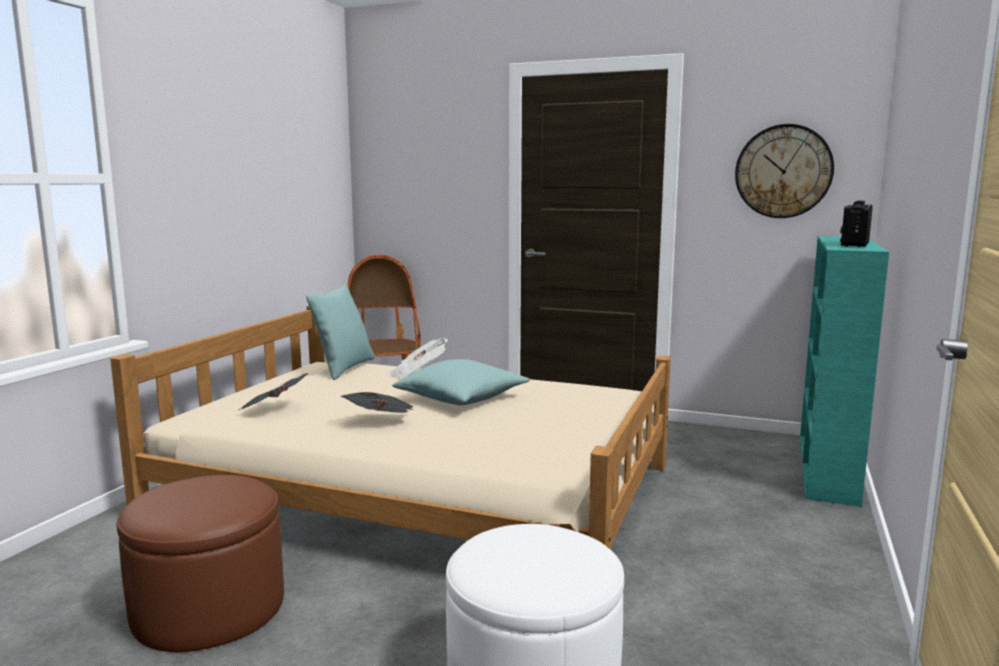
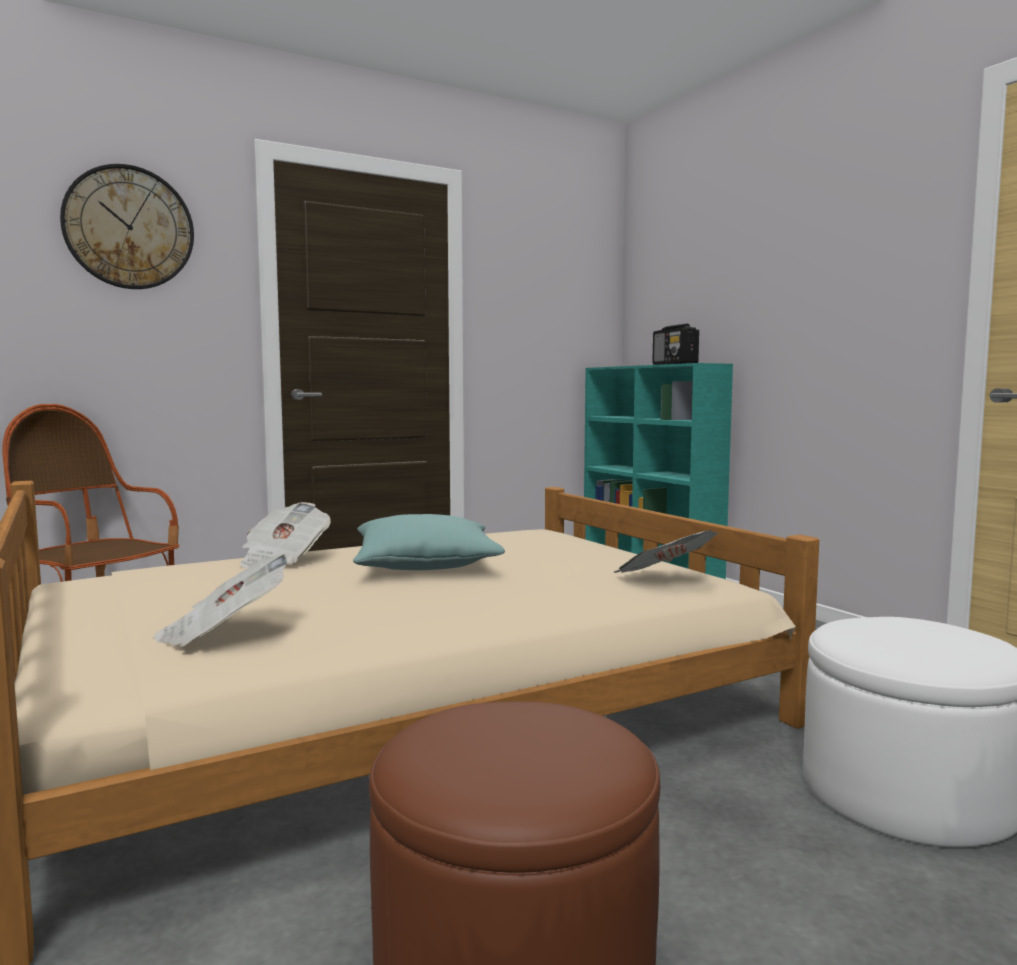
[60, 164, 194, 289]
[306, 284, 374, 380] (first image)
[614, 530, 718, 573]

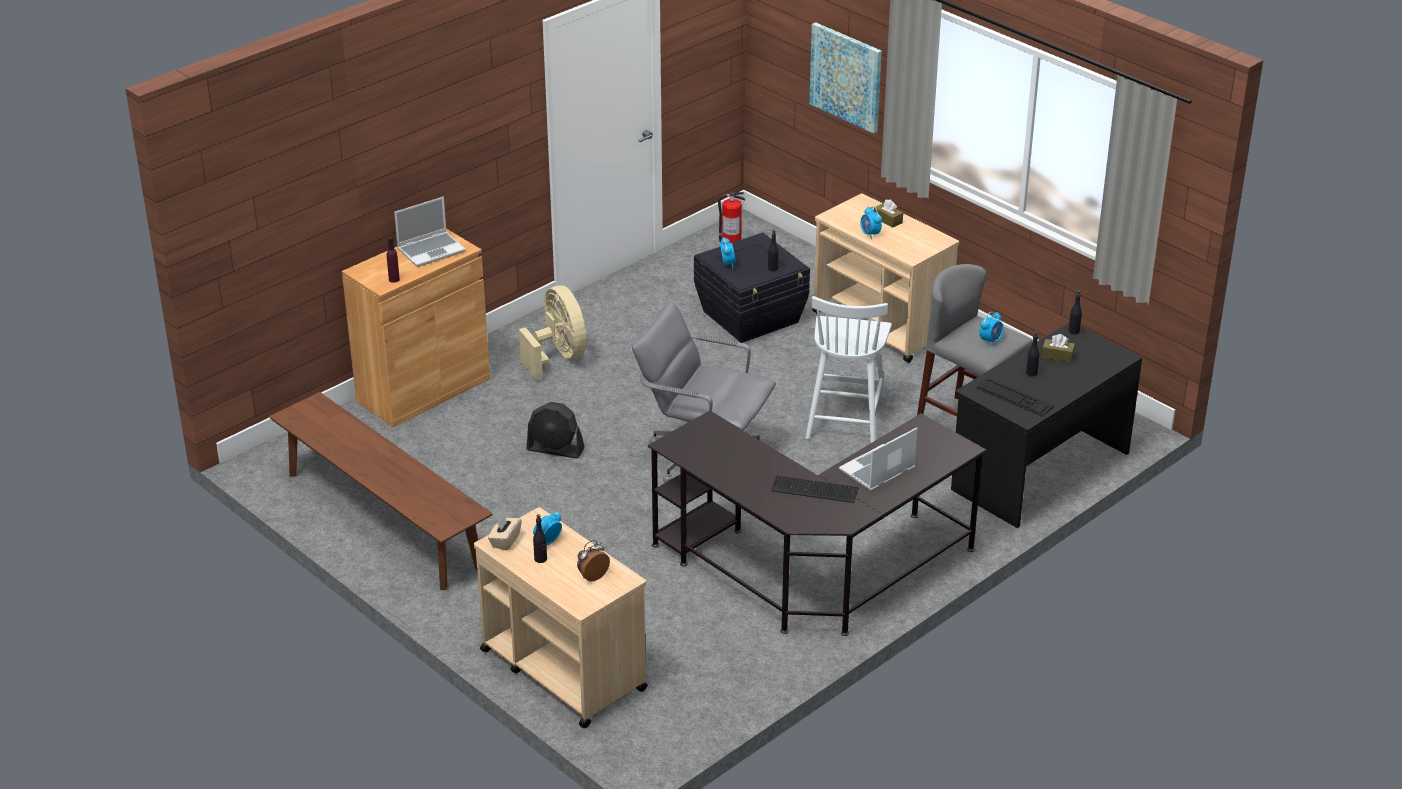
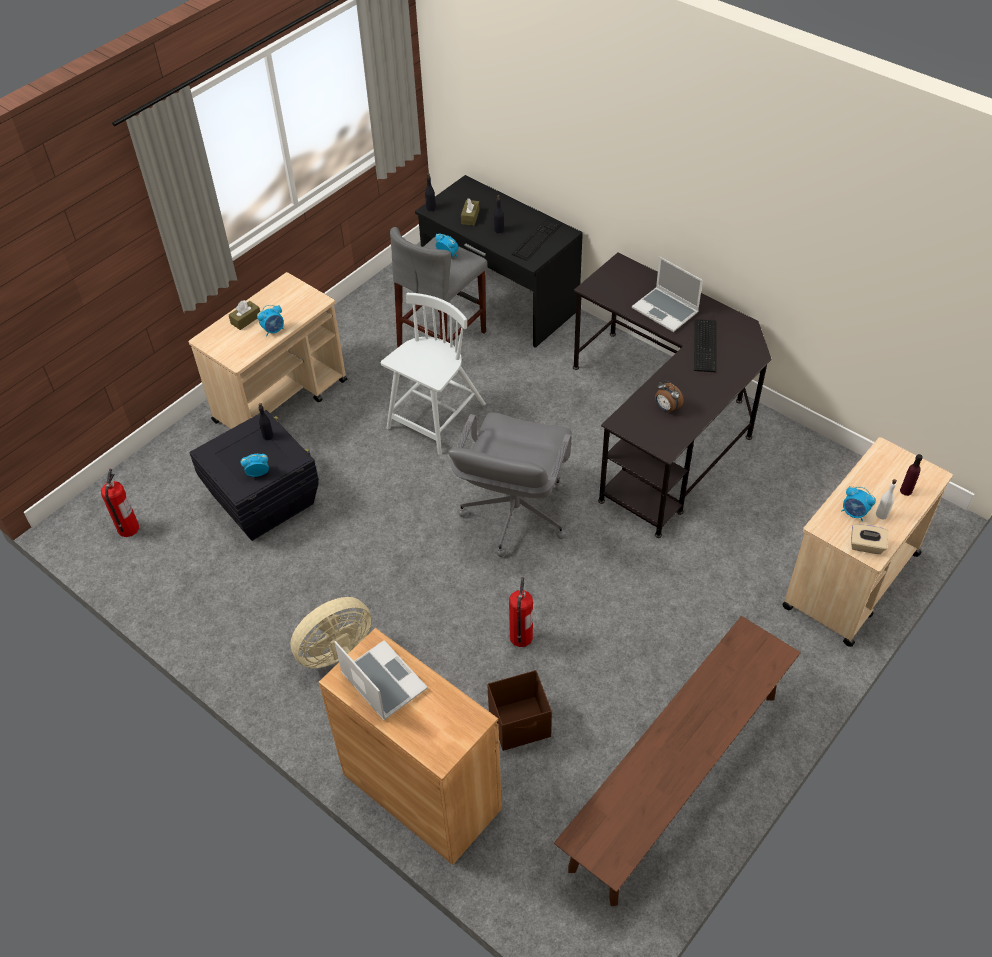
[809, 22, 882, 134] (first image)
[900, 454, 923, 496]
[381, 293, 486, 455]
[509, 577, 533, 647]
[876, 479, 897, 519]
[655, 381, 684, 412]
[487, 670, 552, 751]

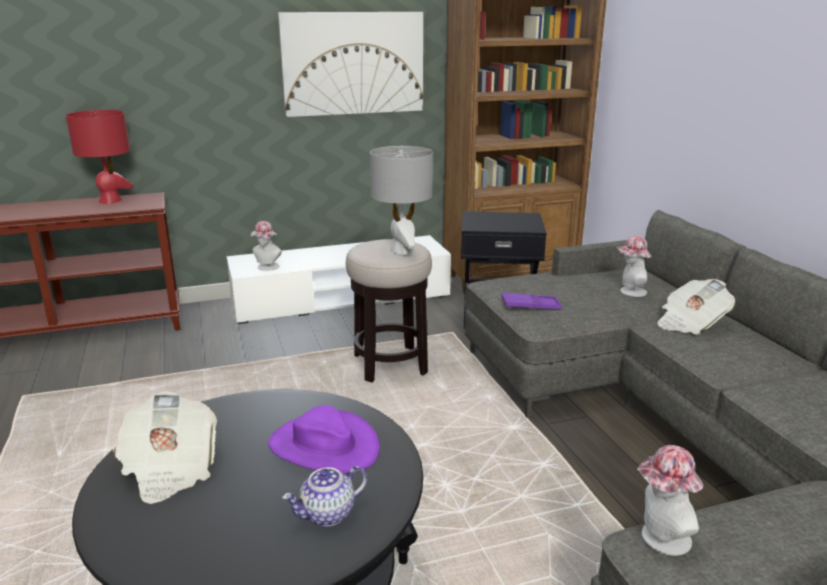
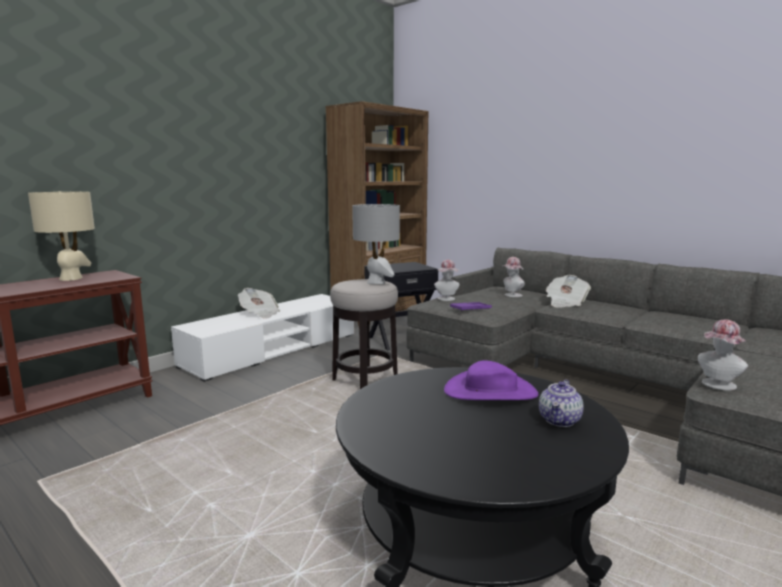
[278, 12, 423, 117] (first image)
[28, 191, 95, 281]
[434, 260, 460, 301]
[238, 288, 280, 319]

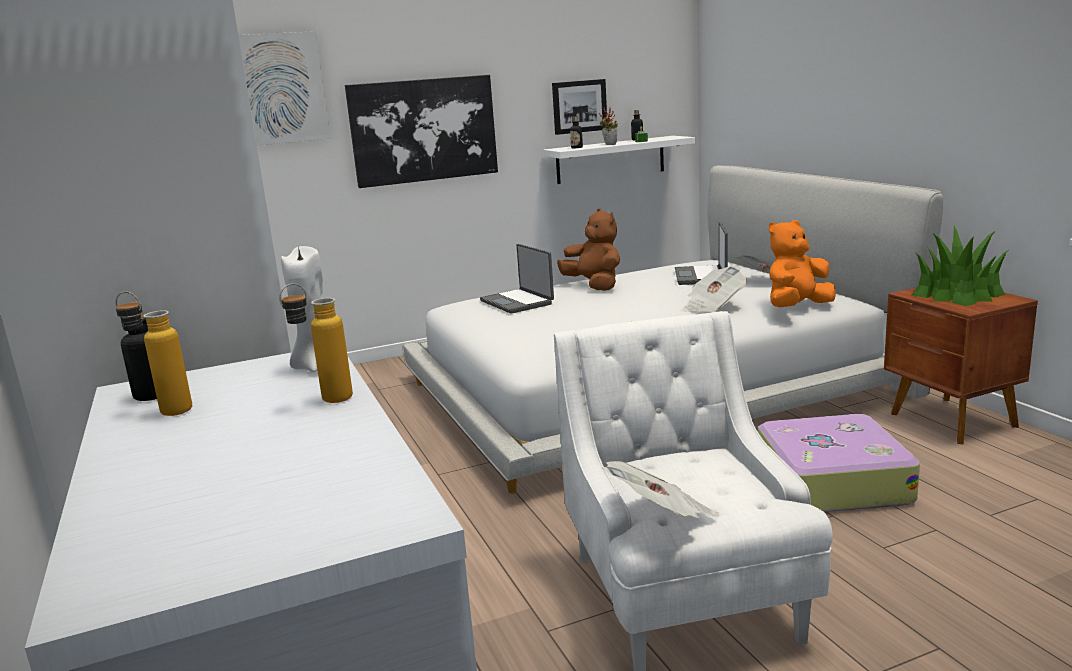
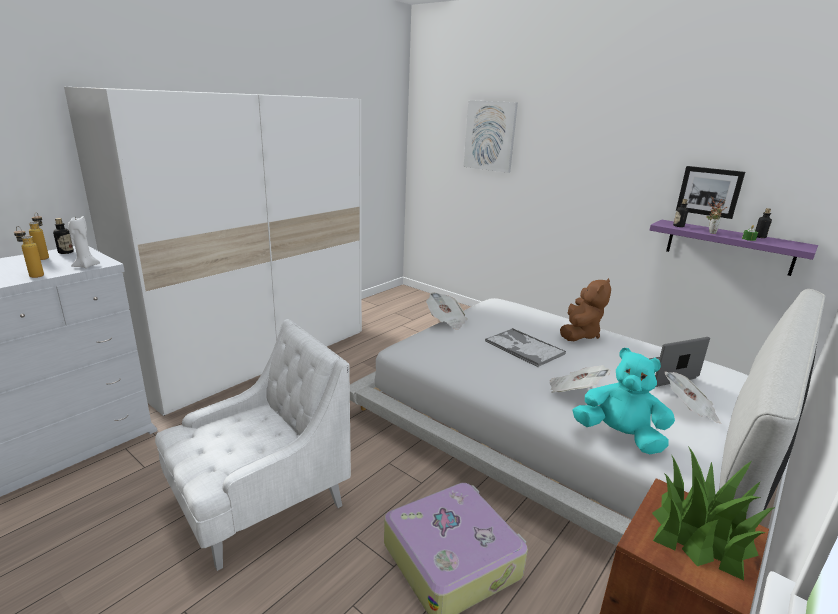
[345, 75, 498, 188] (first image)
[650, 219, 818, 276]
[572, 348, 675, 454]
[480, 244, 554, 314] (first image)
[426, 292, 468, 330]
[485, 328, 566, 367]

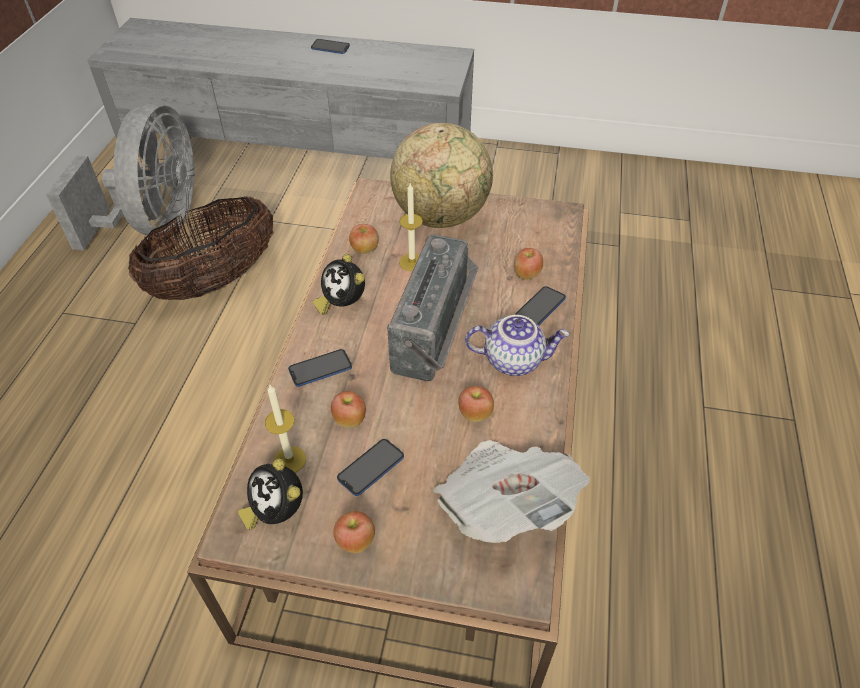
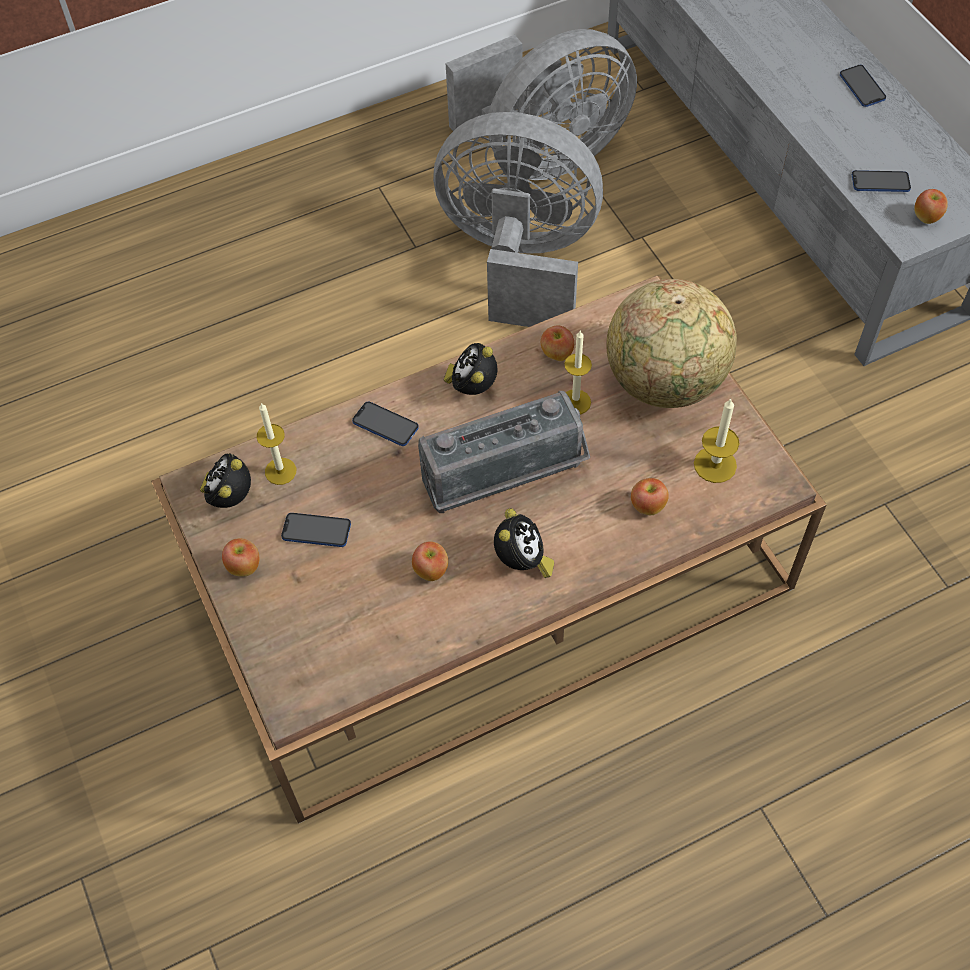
[433, 112, 603, 327]
[852, 170, 911, 192]
[494, 508, 554, 578]
[914, 189, 948, 224]
[433, 440, 590, 543] (first image)
[694, 398, 739, 483]

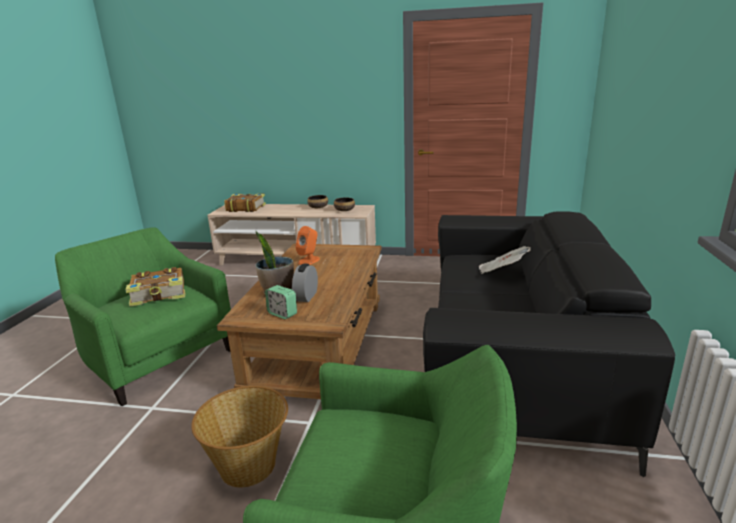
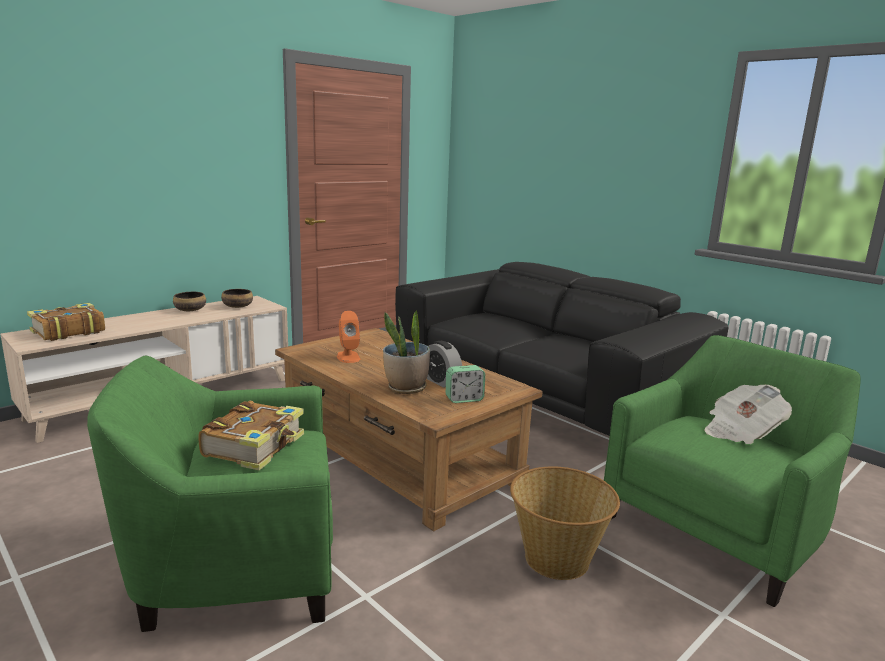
[704, 385, 792, 444]

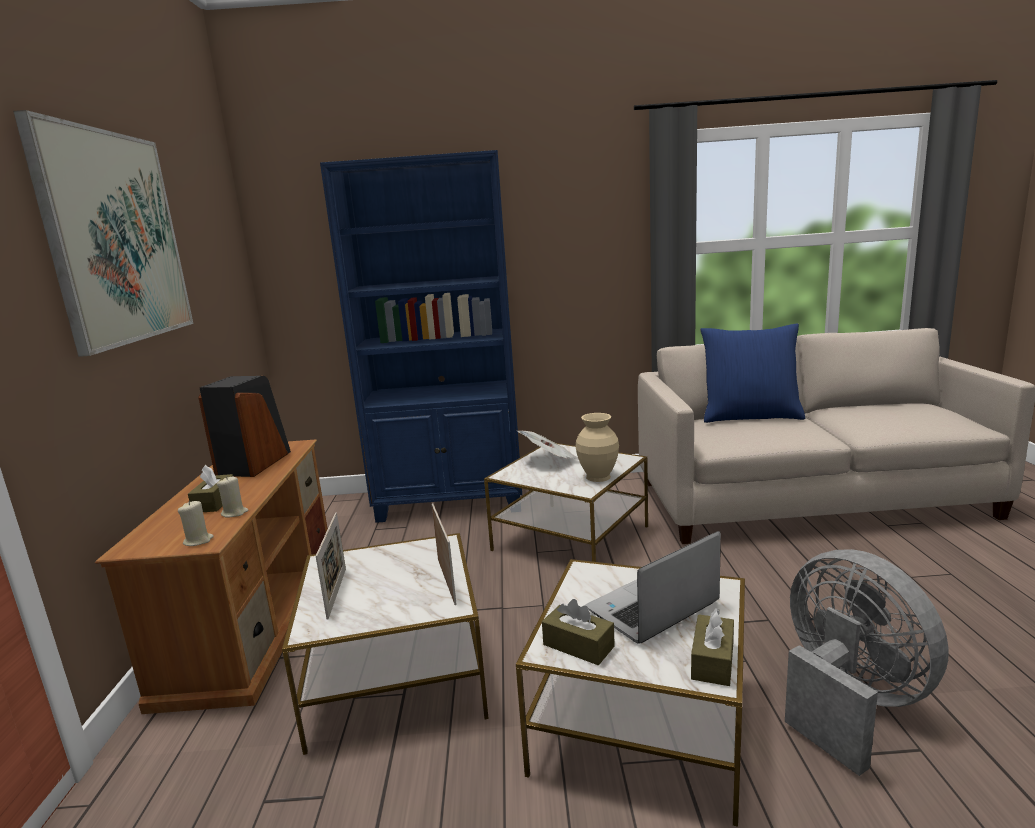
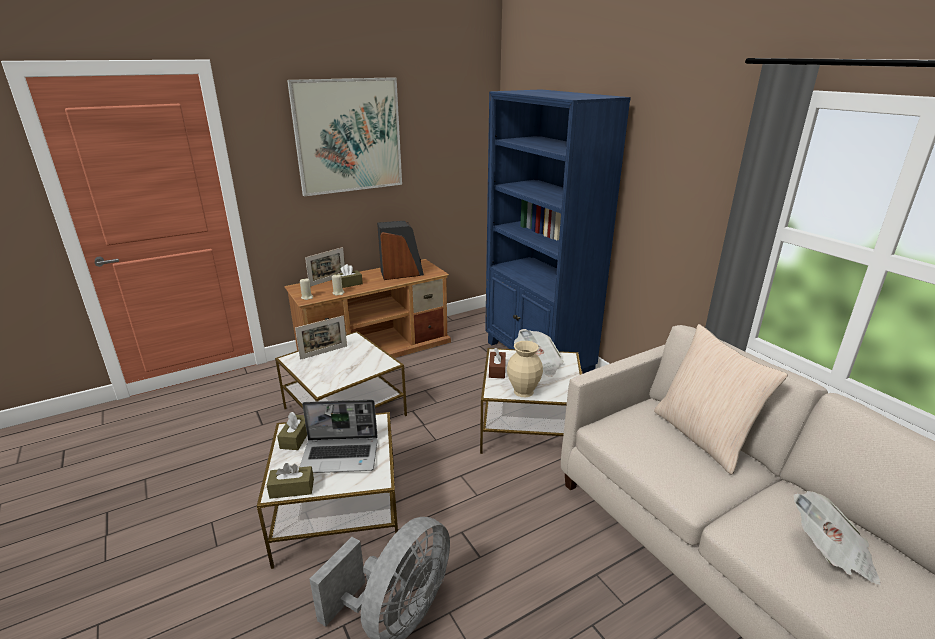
[654, 324, 788, 475]
[305, 247, 345, 287]
[300, 400, 378, 473]
[489, 348, 506, 378]
[793, 491, 881, 585]

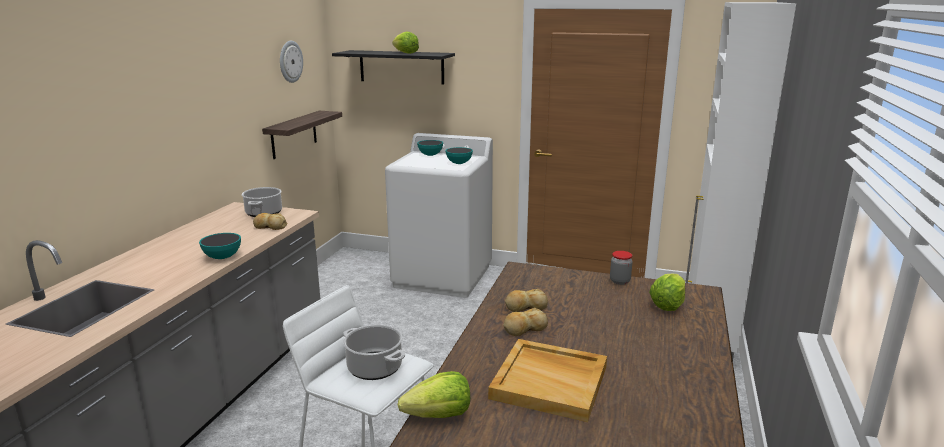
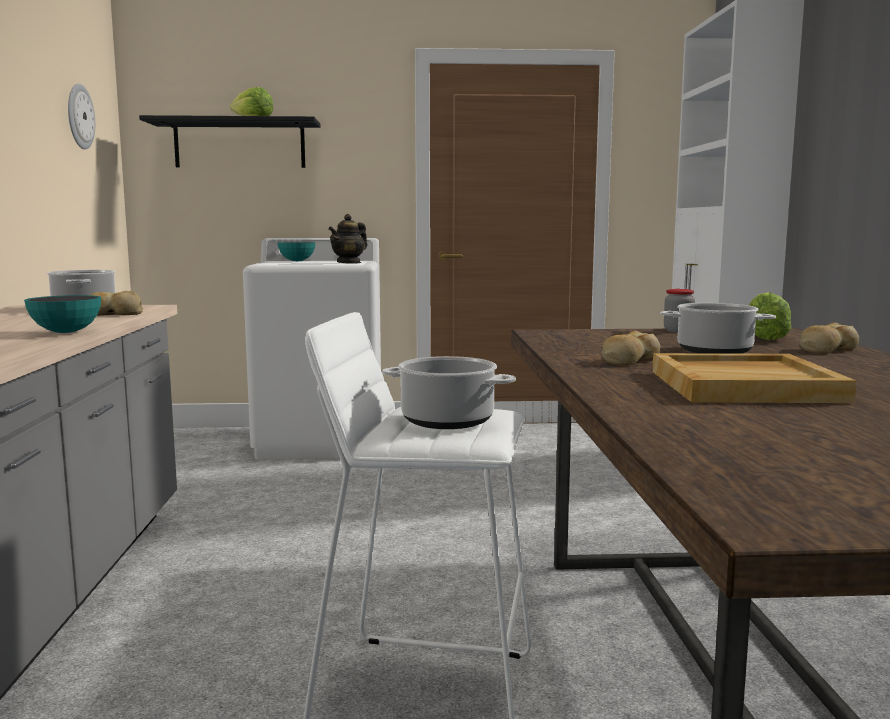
[262, 111, 342, 159] (first image)
[329, 214, 367, 264]
[799, 323, 859, 353]
[398, 371, 470, 418] (first image)
[660, 303, 776, 354]

